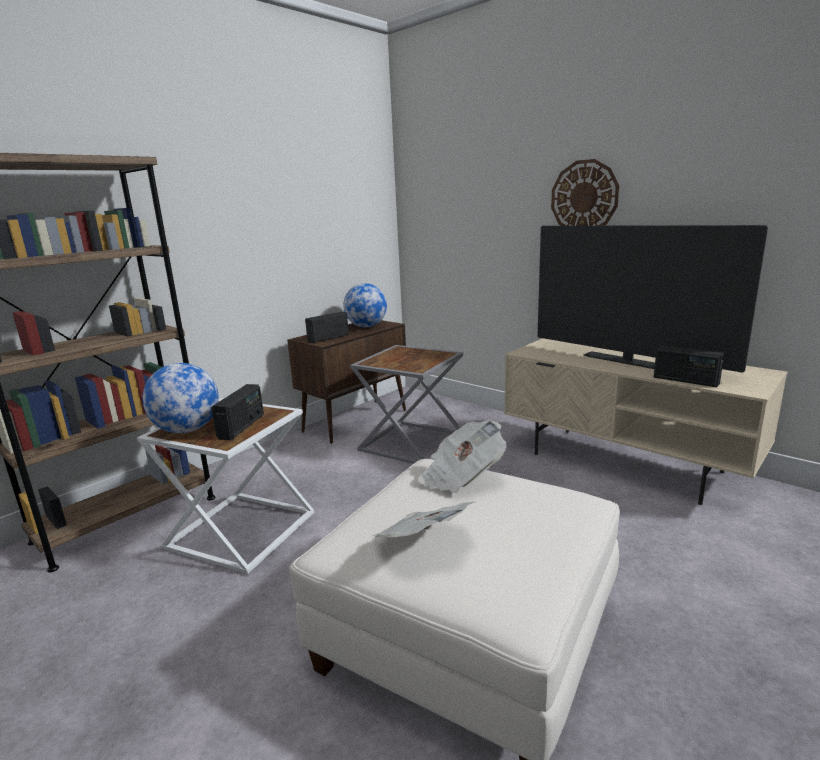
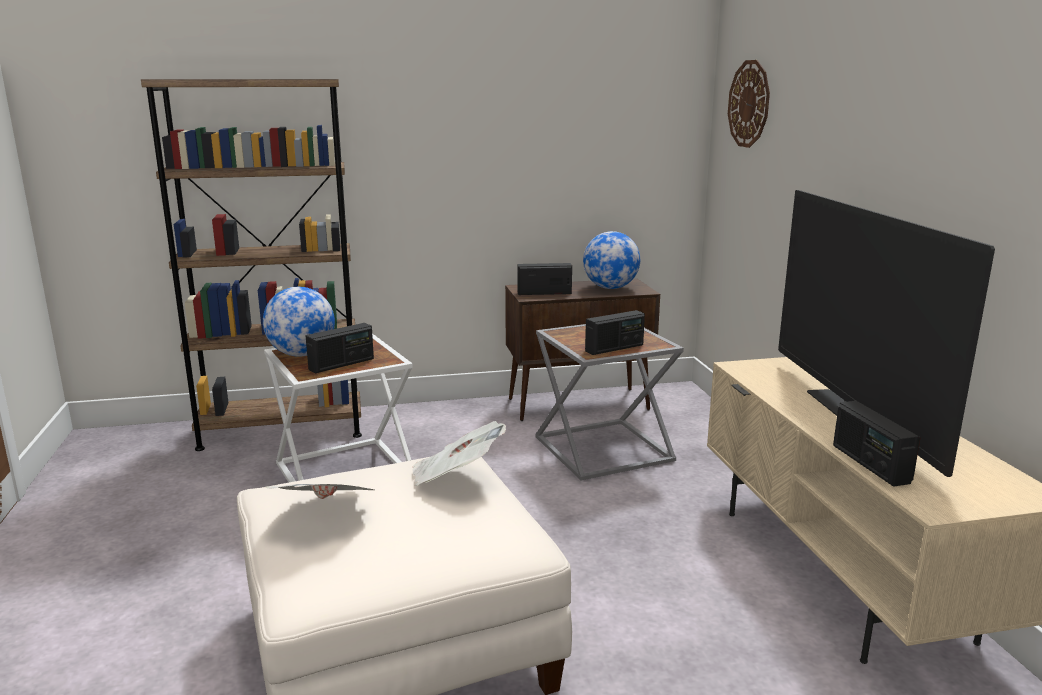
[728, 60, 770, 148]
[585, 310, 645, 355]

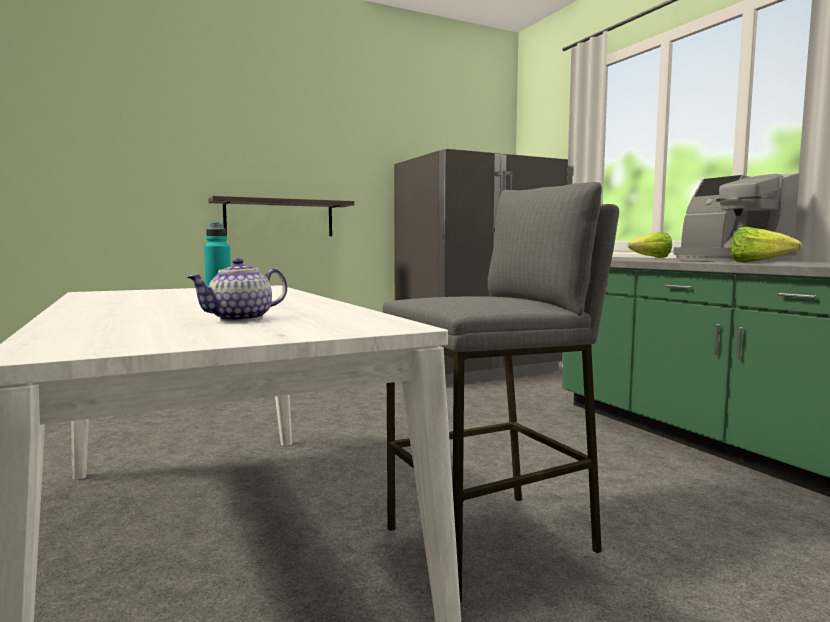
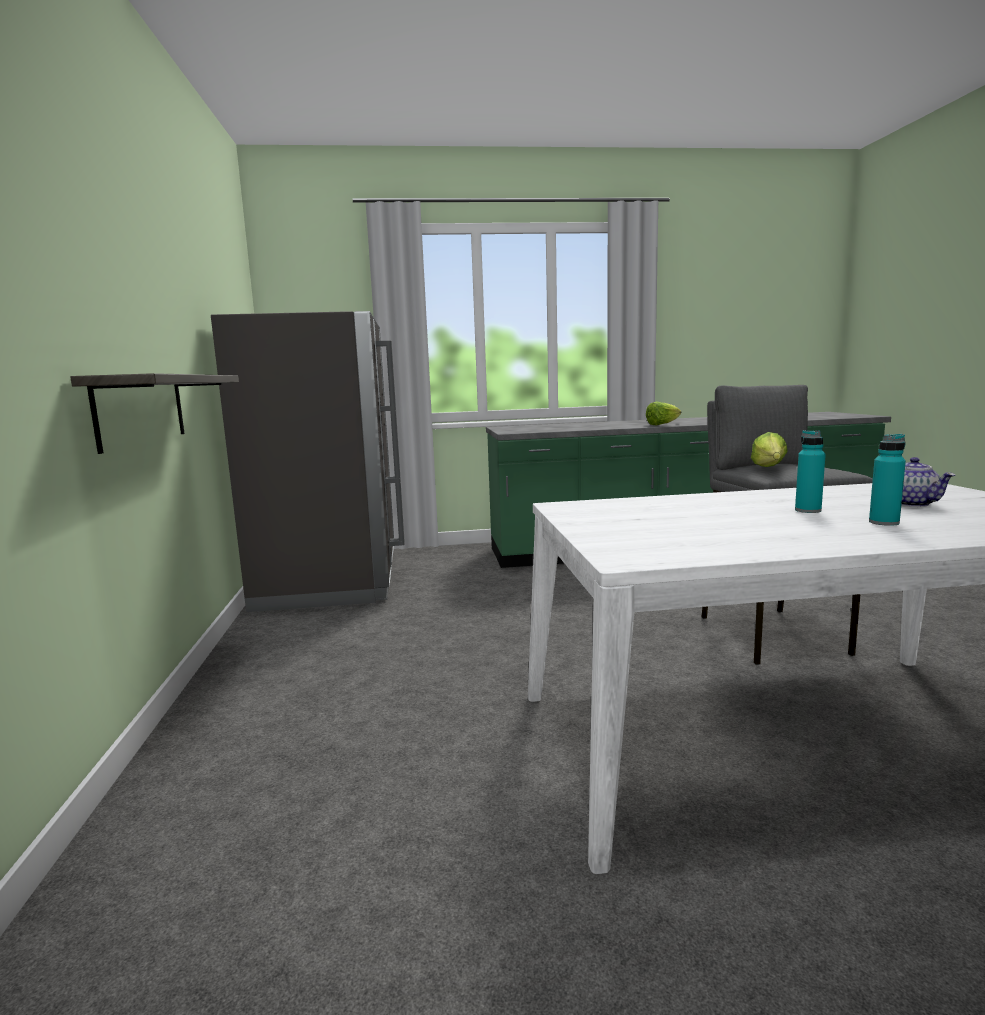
[673, 173, 799, 261] (first image)
[751, 432, 788, 467]
[869, 434, 906, 526]

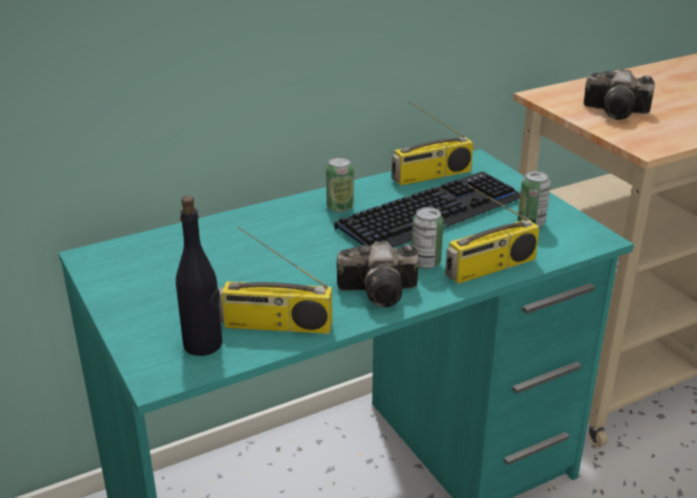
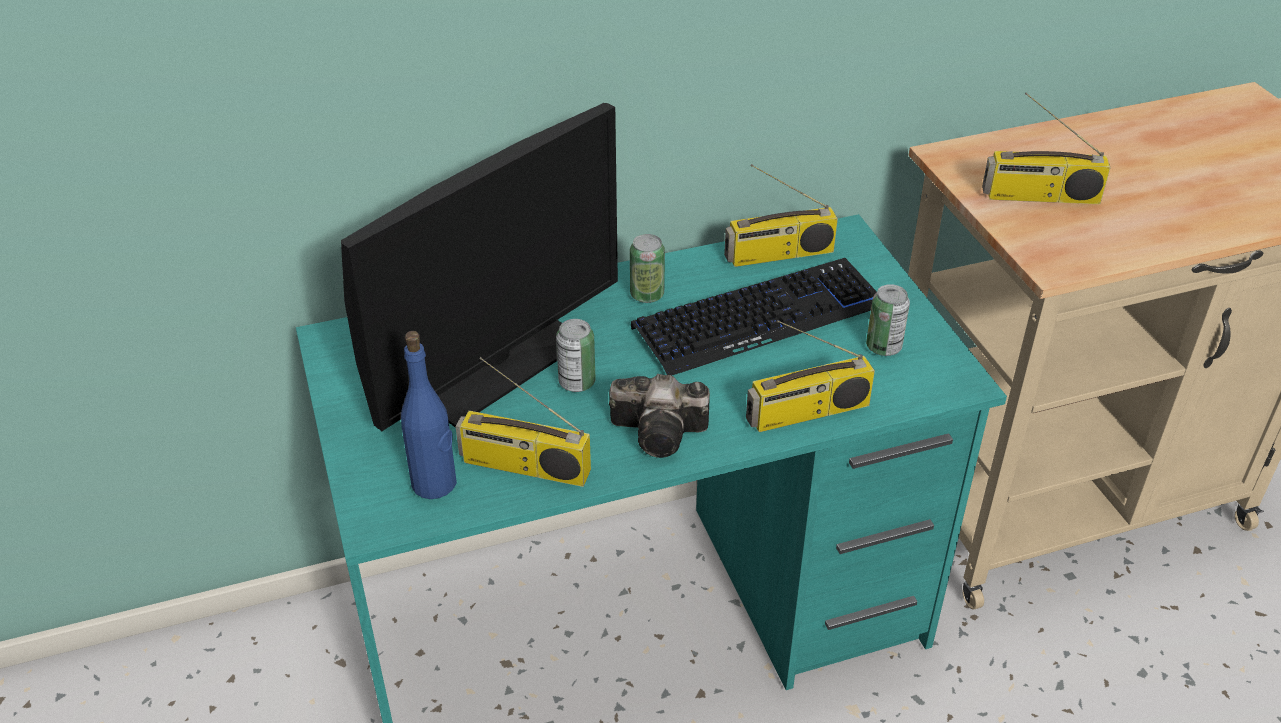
[982, 93, 1111, 204]
[401, 331, 457, 499]
[556, 319, 596, 392]
[341, 103, 618, 431]

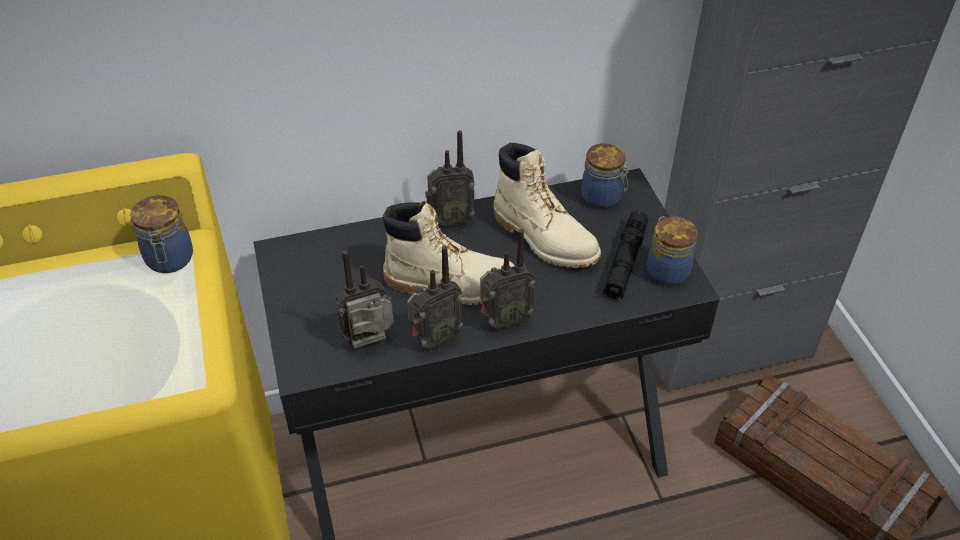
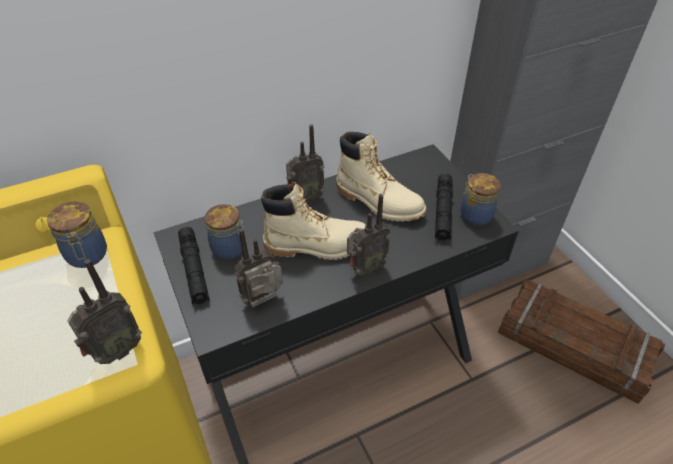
[205, 204, 247, 260]
[68, 259, 142, 364]
[178, 227, 210, 305]

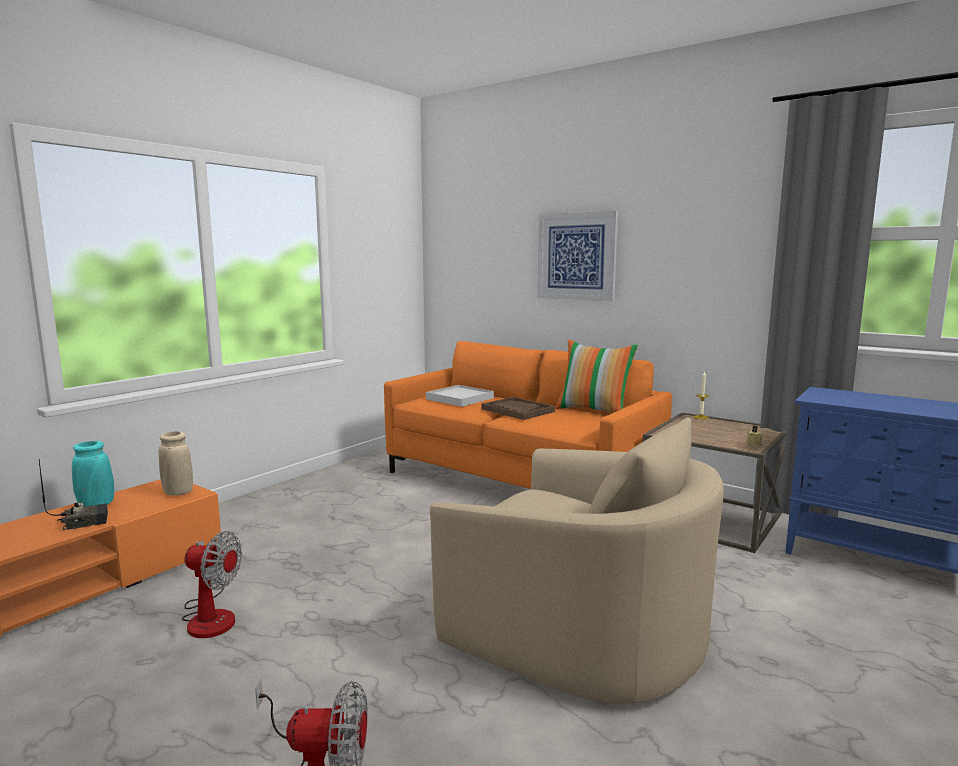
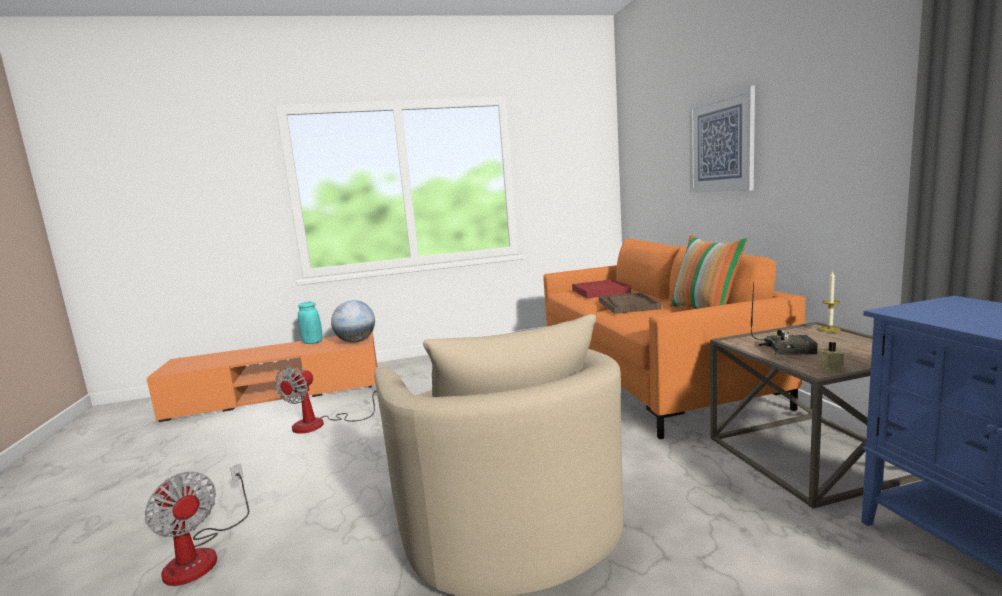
[572, 279, 631, 298]
[331, 300, 375, 343]
[751, 282, 818, 355]
[275, 367, 377, 434]

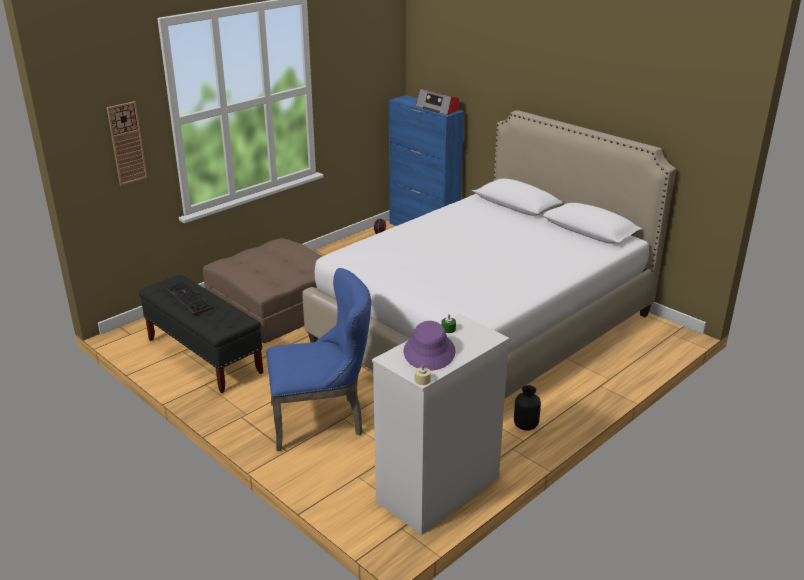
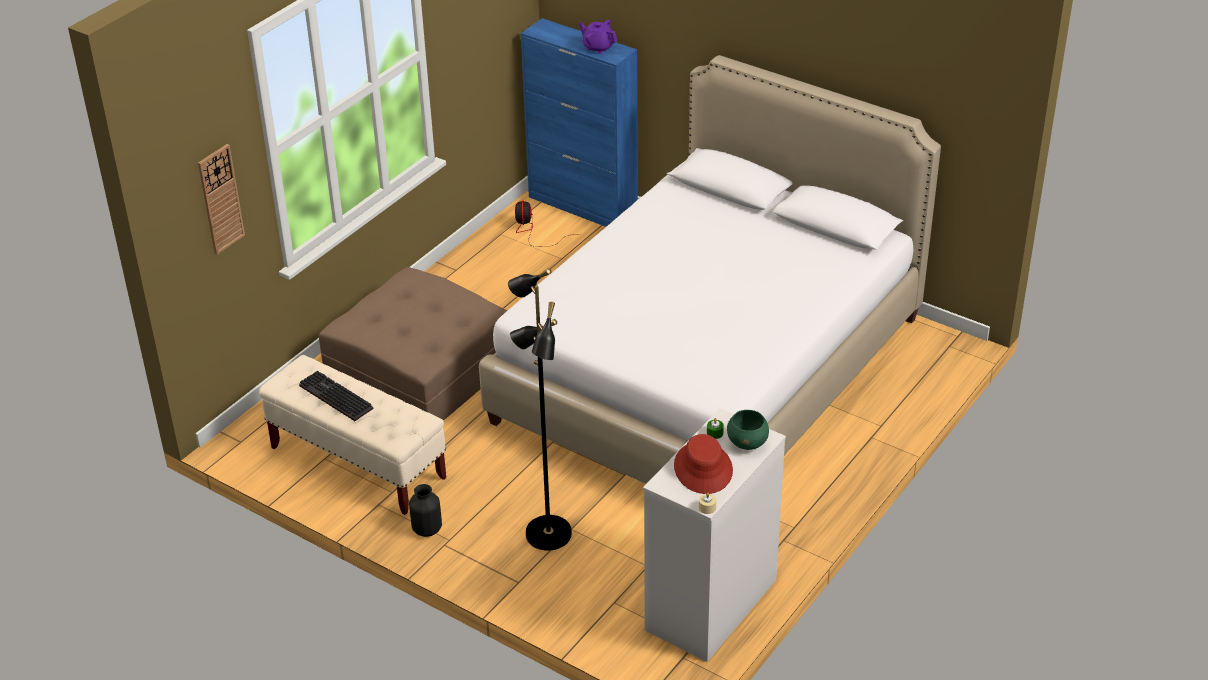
[579, 20, 617, 54]
[508, 268, 572, 551]
[259, 355, 446, 515]
[674, 434, 733, 494]
[409, 484, 442, 537]
[727, 410, 769, 450]

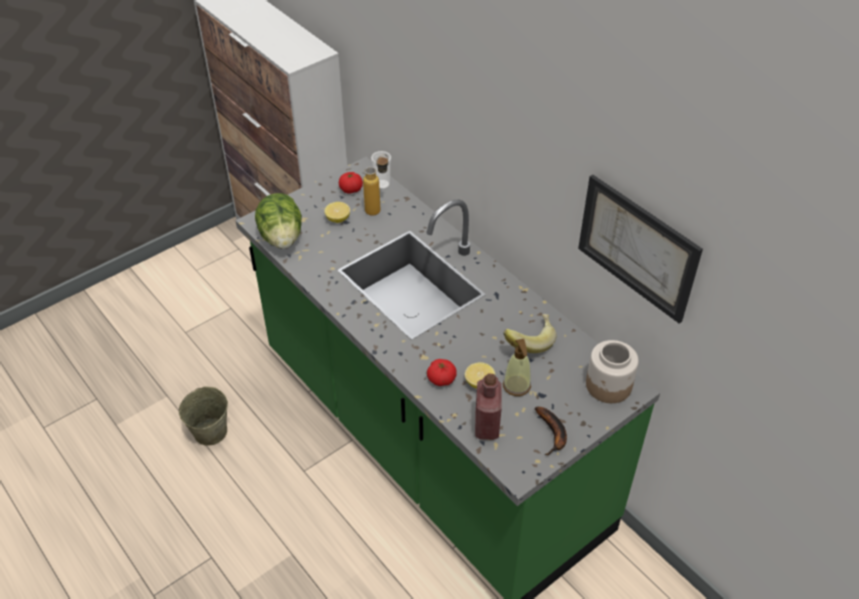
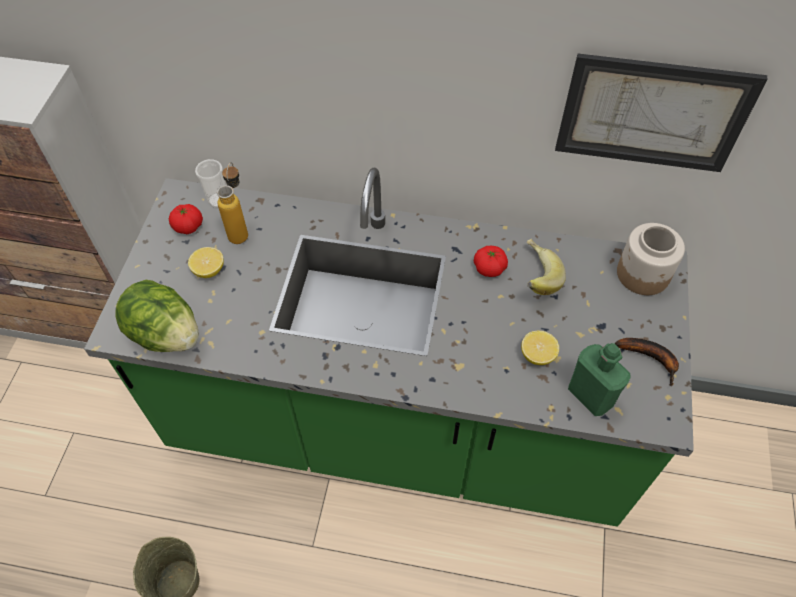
[503, 339, 531, 396] (first image)
[474, 246, 508, 277]
[568, 343, 631, 416]

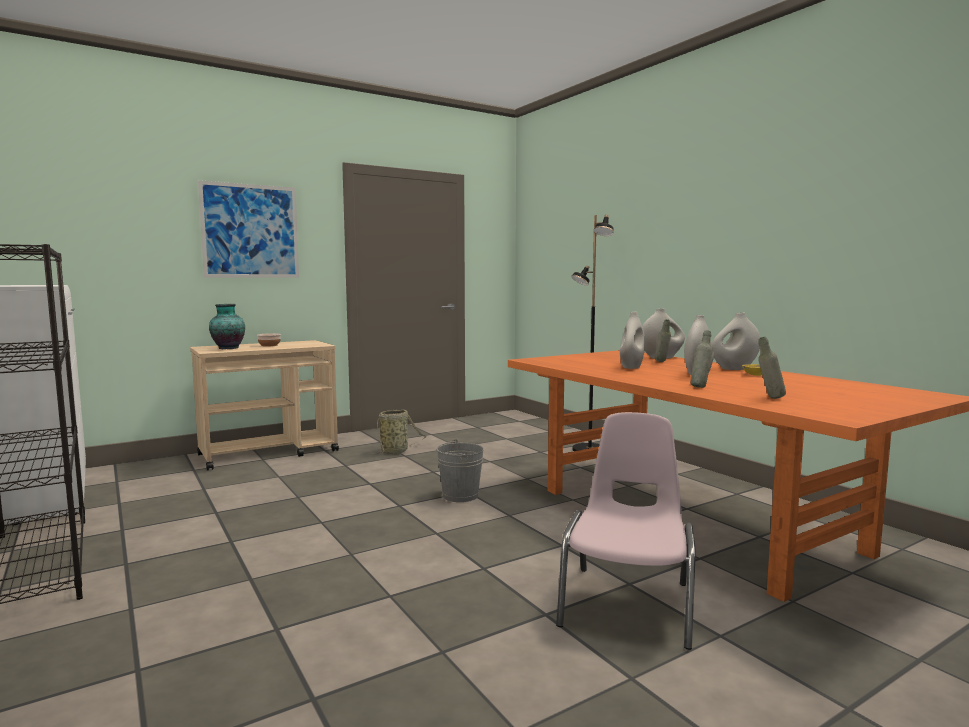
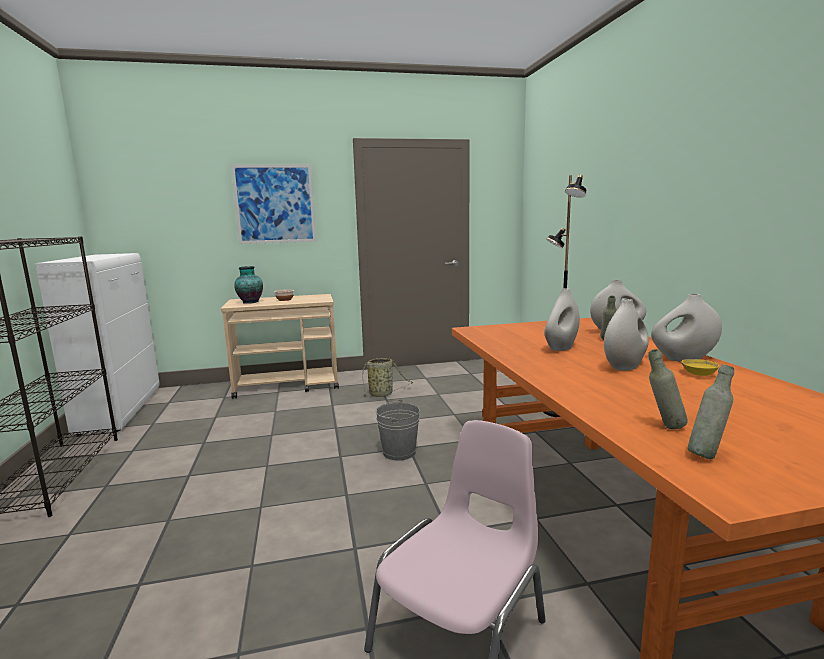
[687, 364, 734, 459]

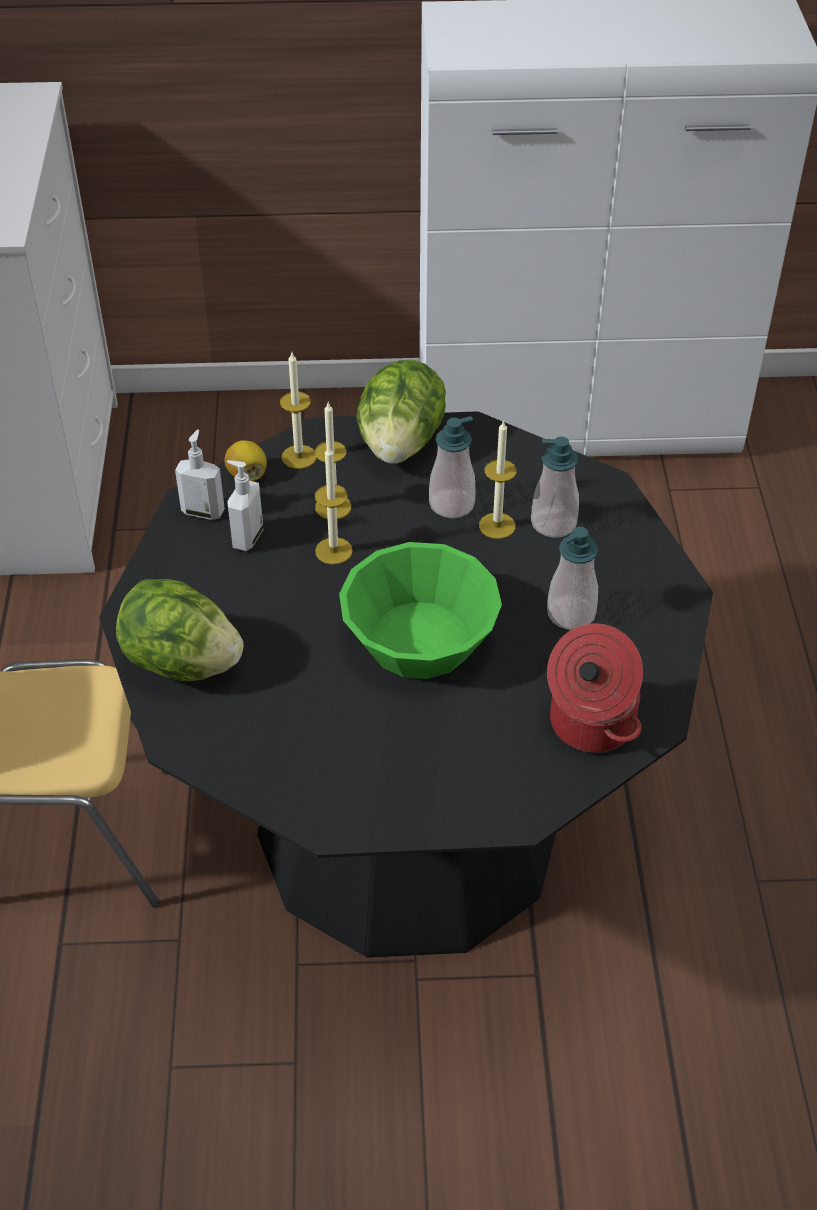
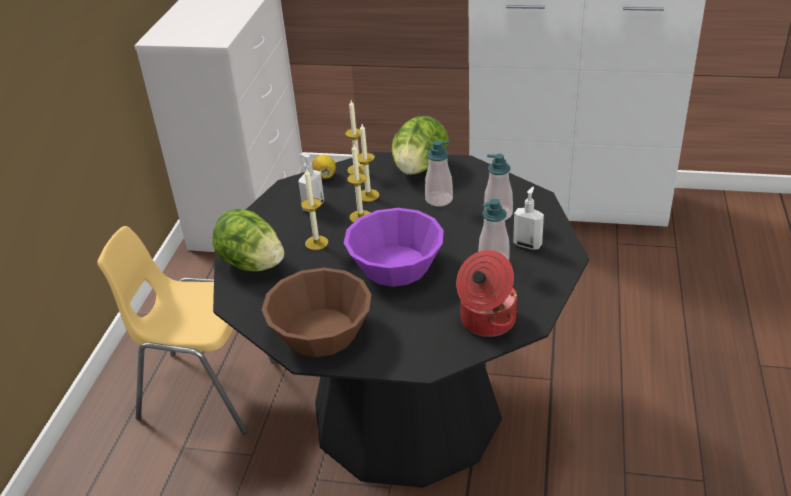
[301, 168, 328, 250]
[513, 187, 544, 250]
[344, 208, 444, 287]
[262, 268, 372, 357]

